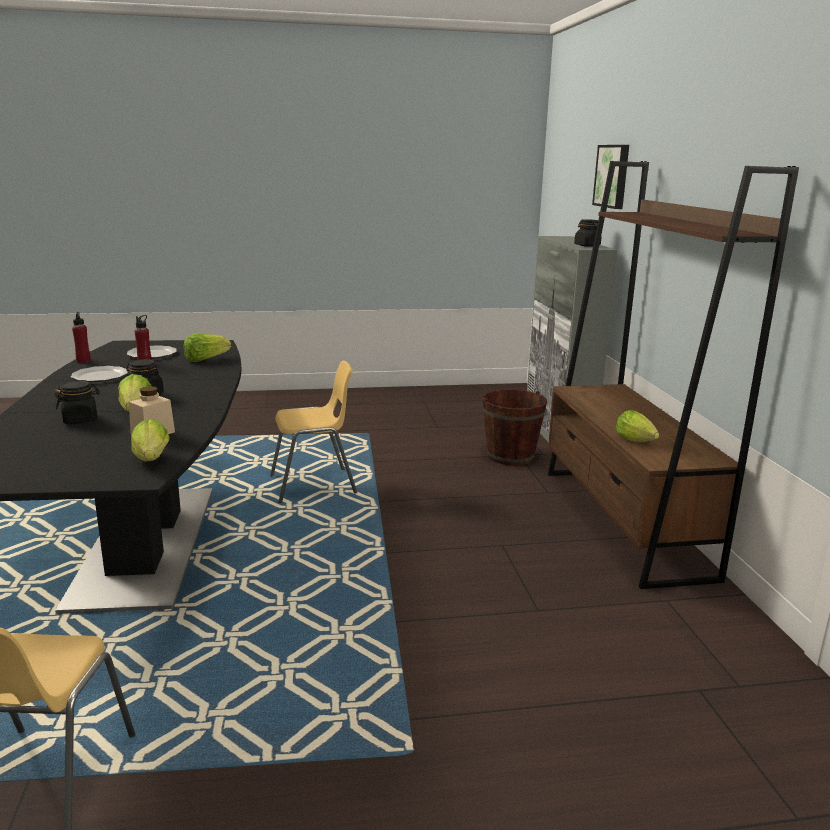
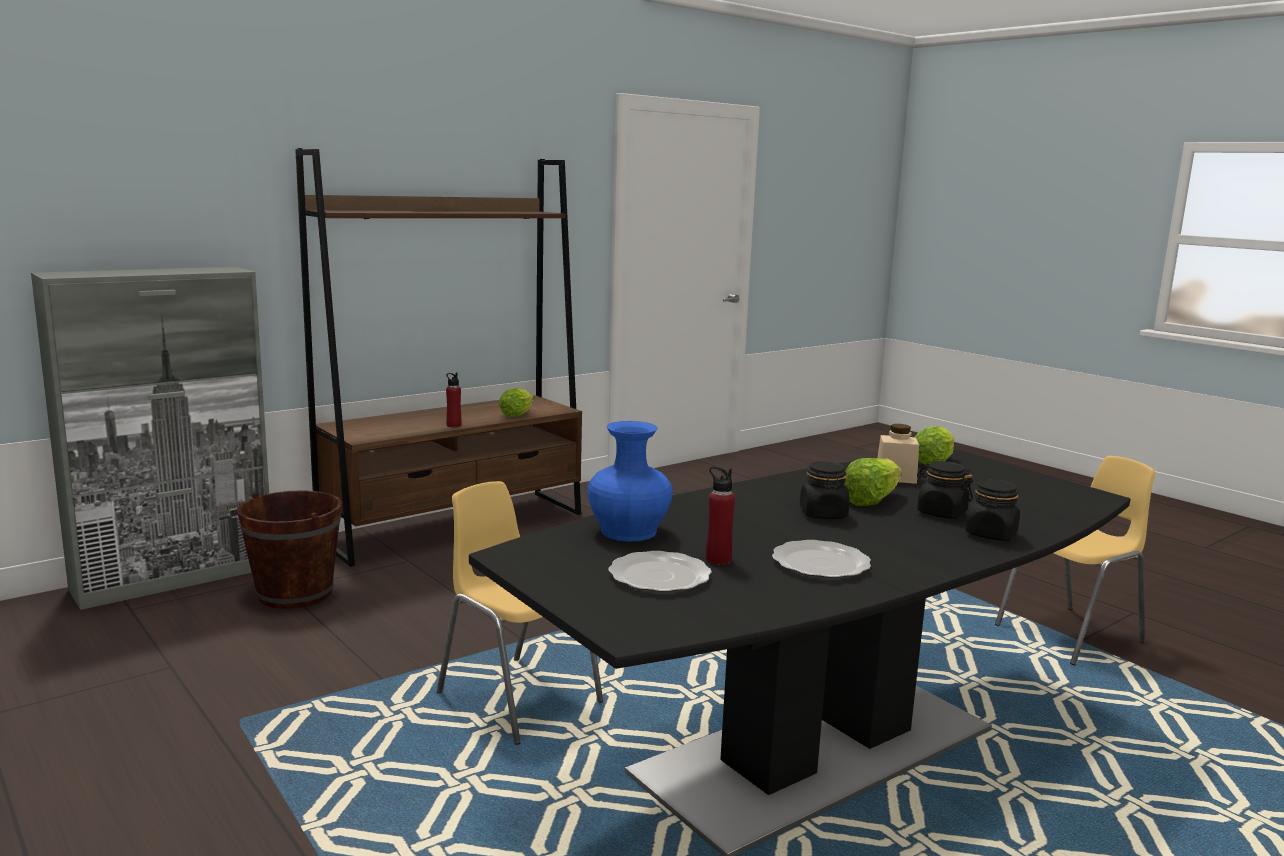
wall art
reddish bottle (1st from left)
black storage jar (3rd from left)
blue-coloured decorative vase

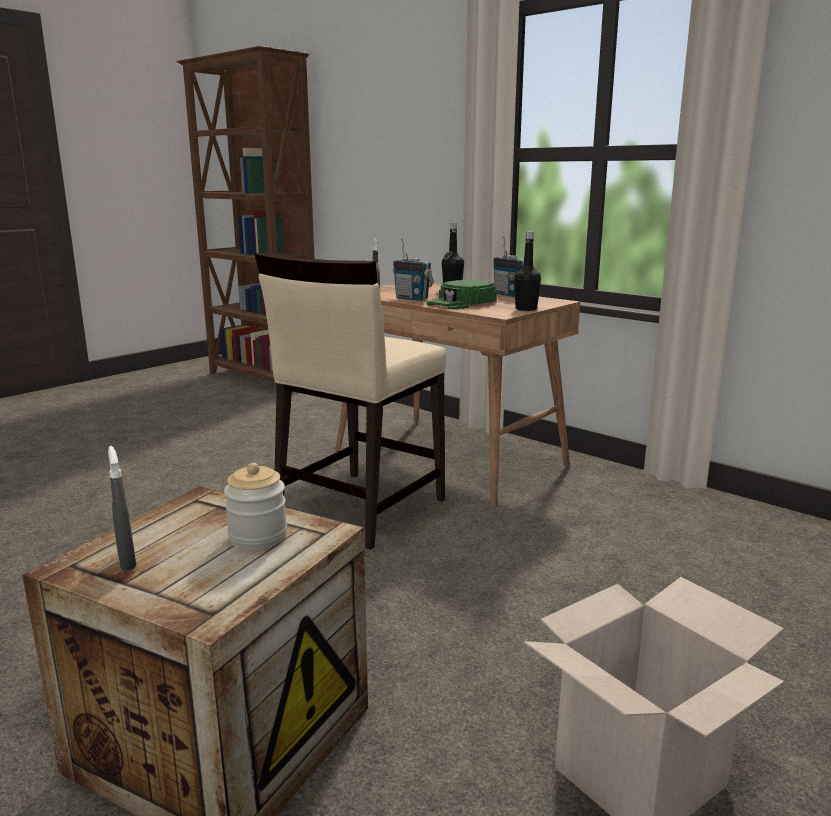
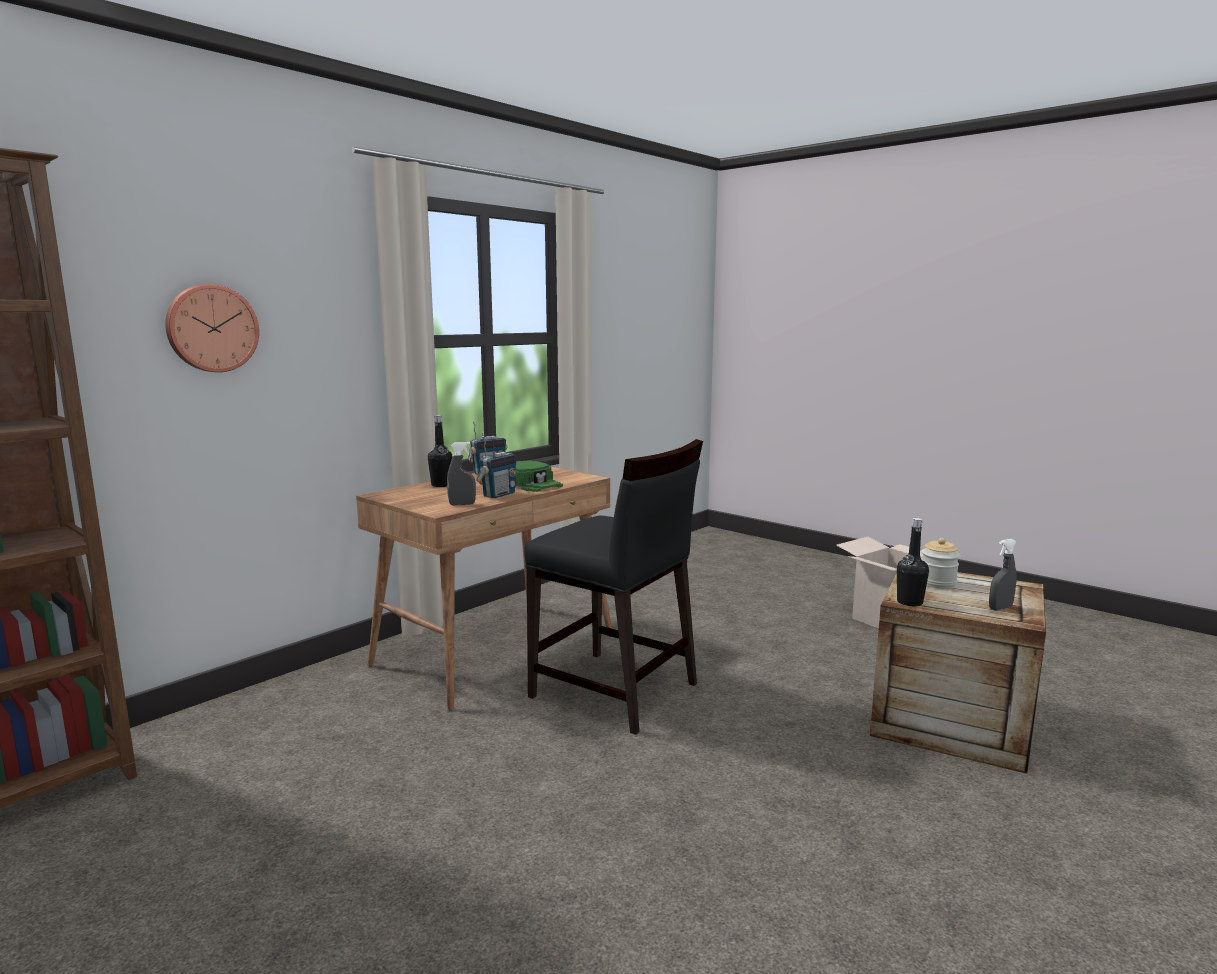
wall clock
black bottle (2nd from left)
black chair

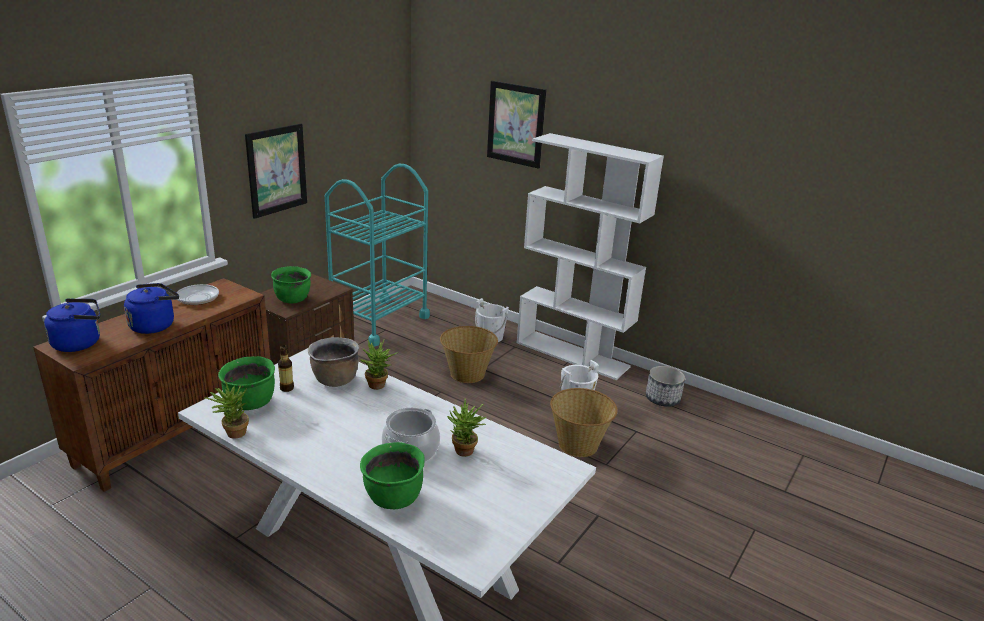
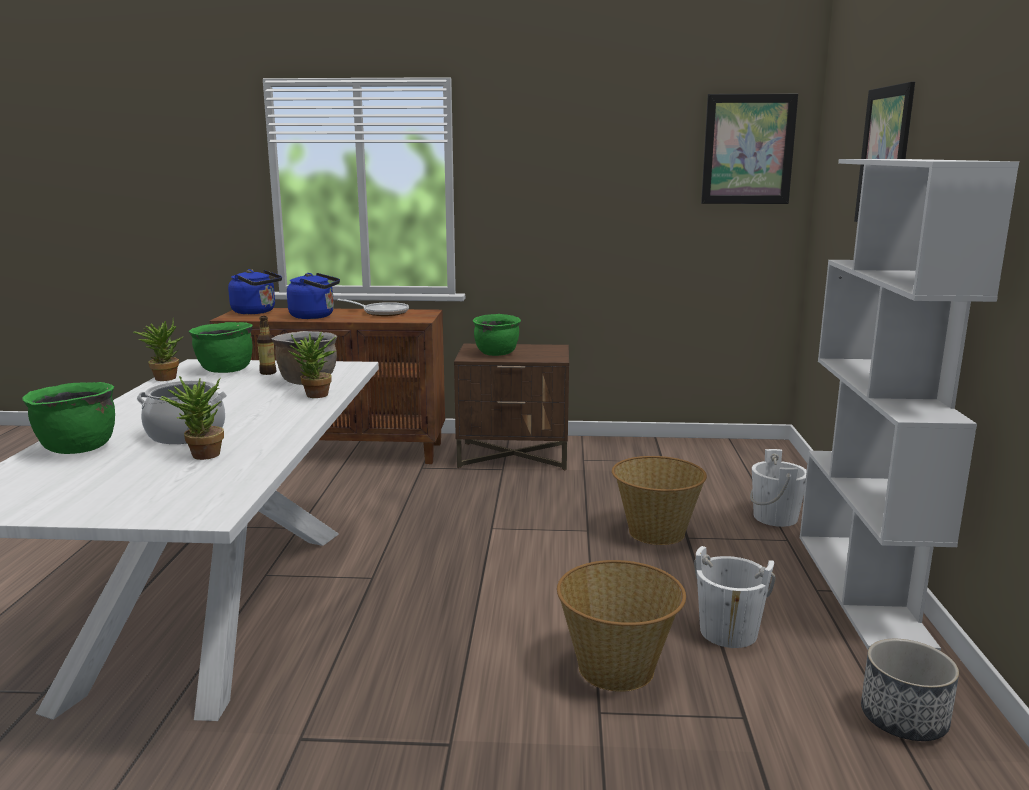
blue-green wheeled cart
wall art (1st from left)

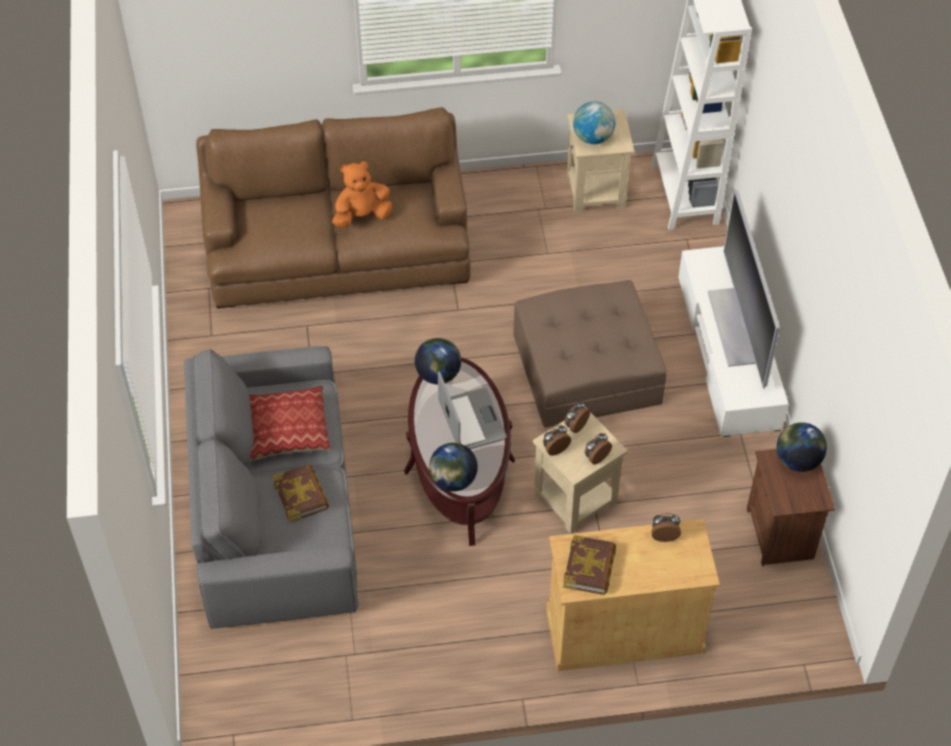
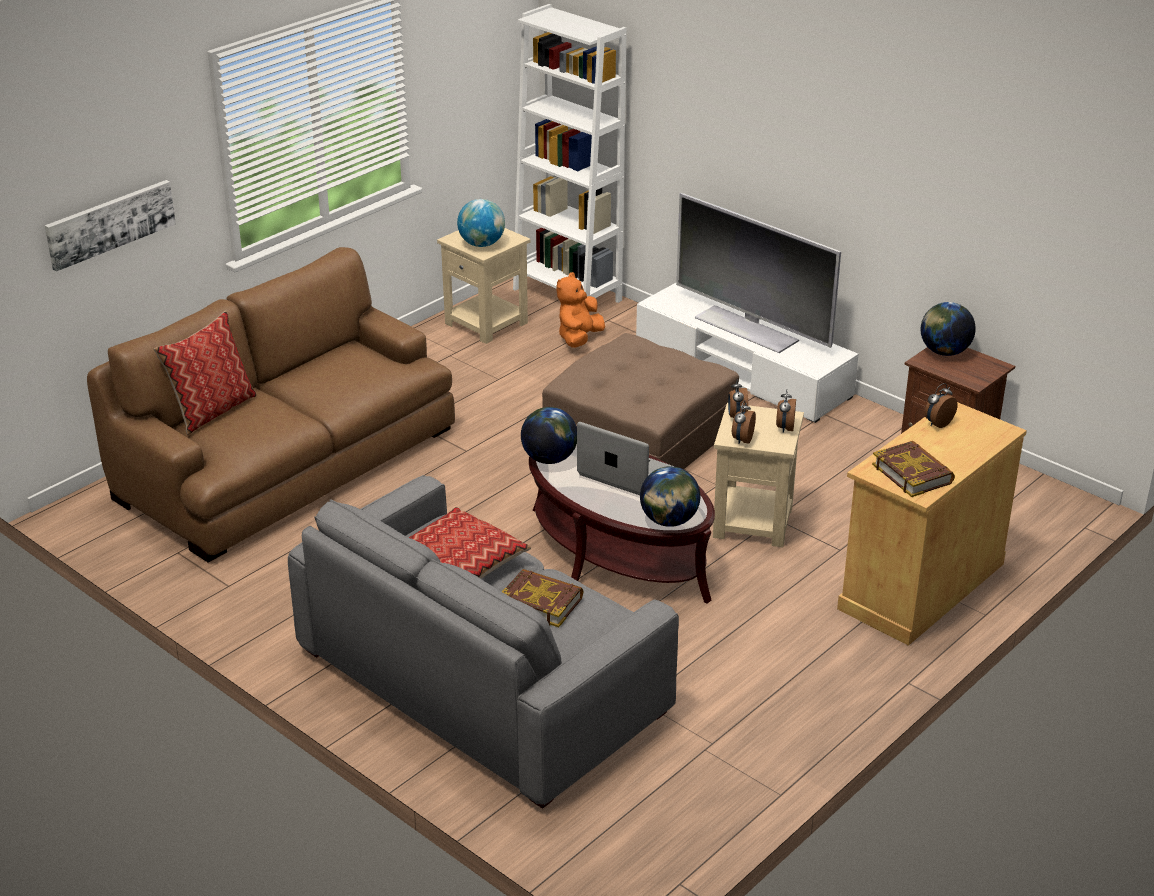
wall art
cushion (1st from left)
orangey plush toy

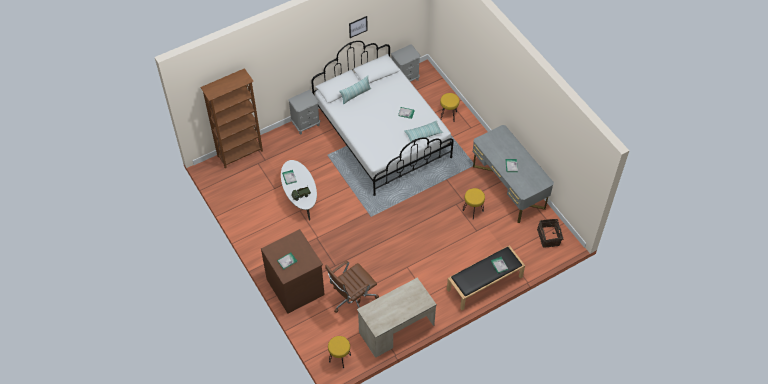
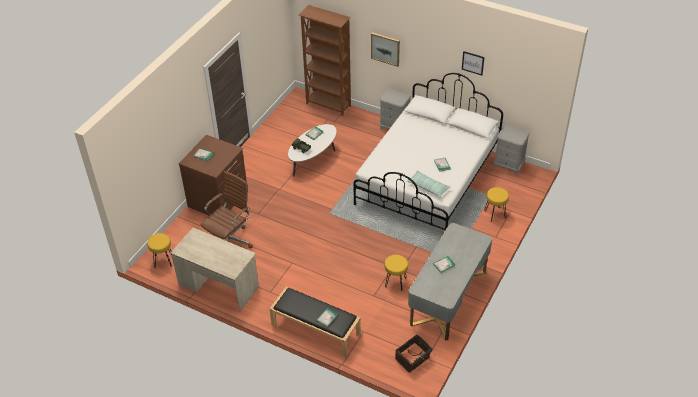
cushion (1st from left in the first image)
wall art (1st from left)
brown desk chair

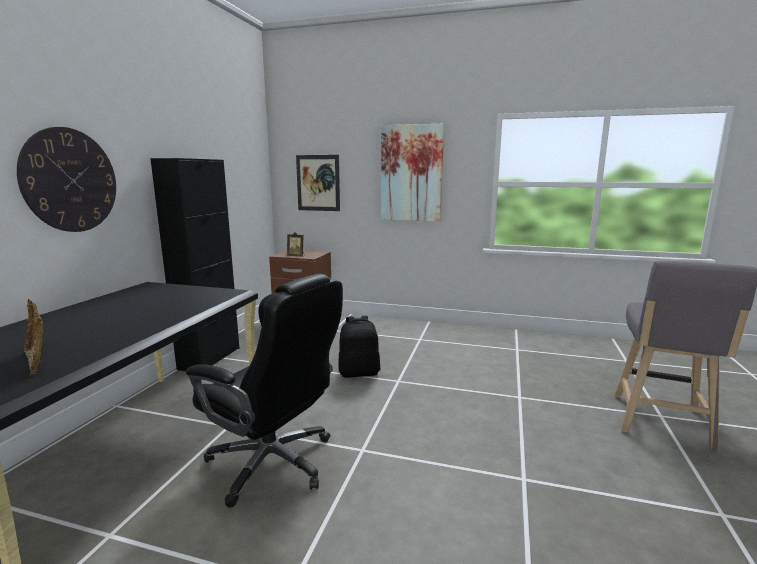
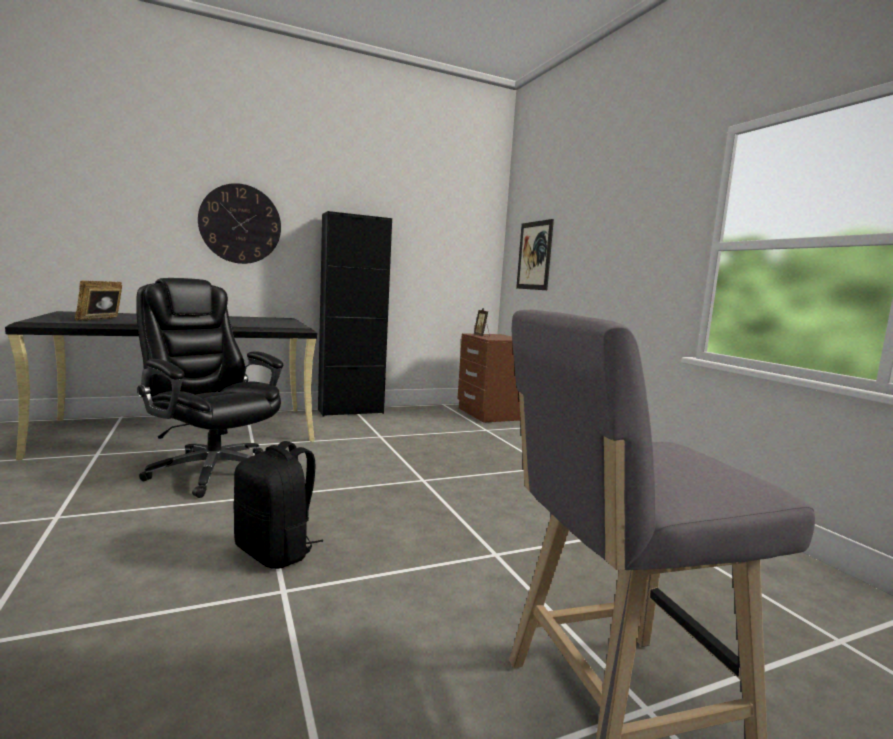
wall art (2nd from left in the first image)
black backpack
black desk chair

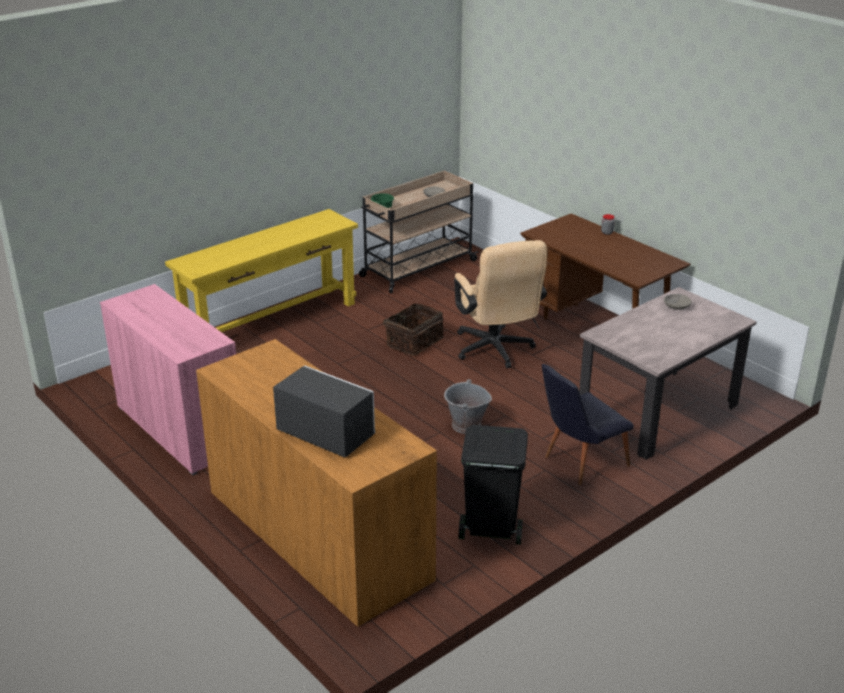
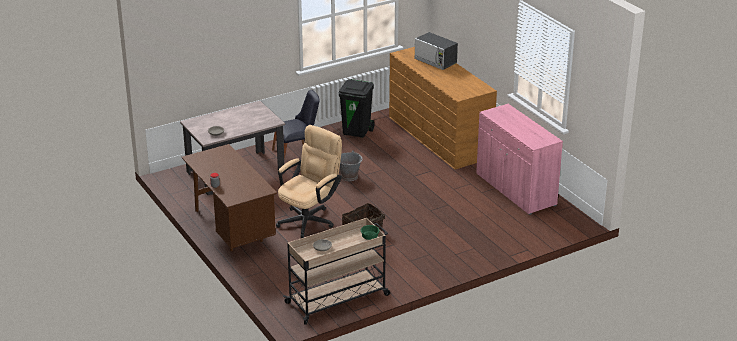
yellow narrow table
beige desk chair

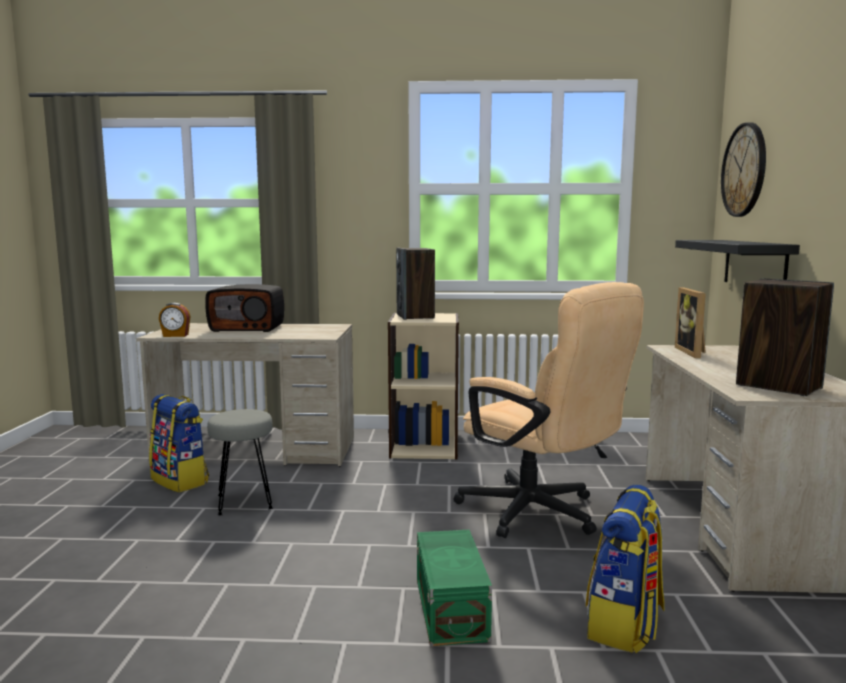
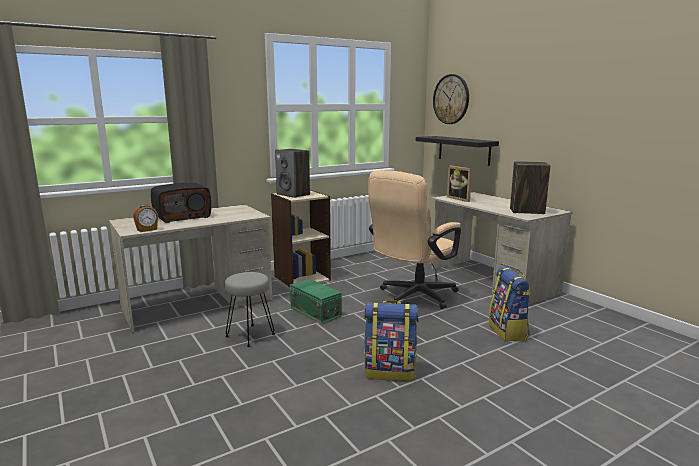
backpack (1st from left)
green storage container
beige desk chair

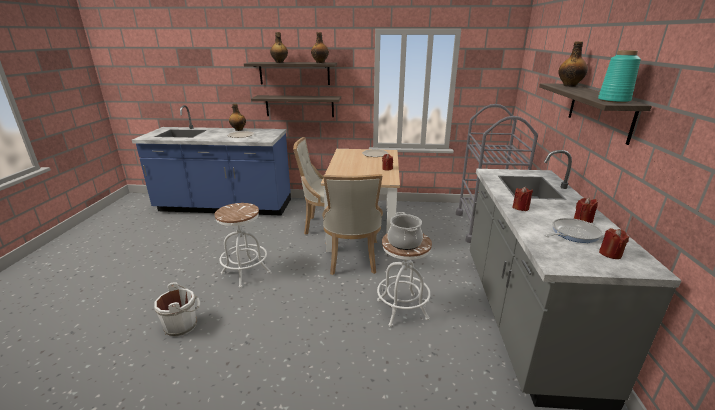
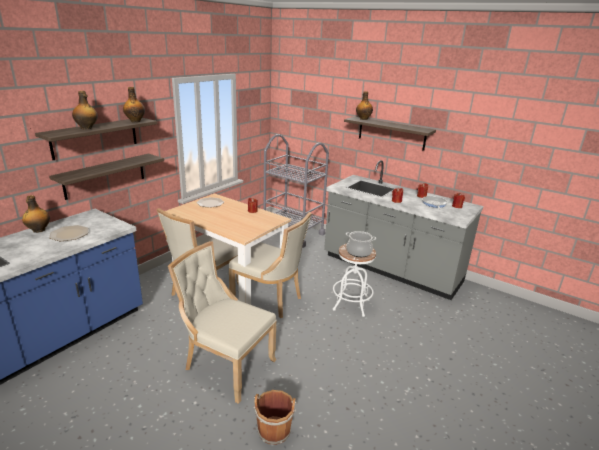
blue-green decorative vase
beige chair (2nd from left)
brown pail

